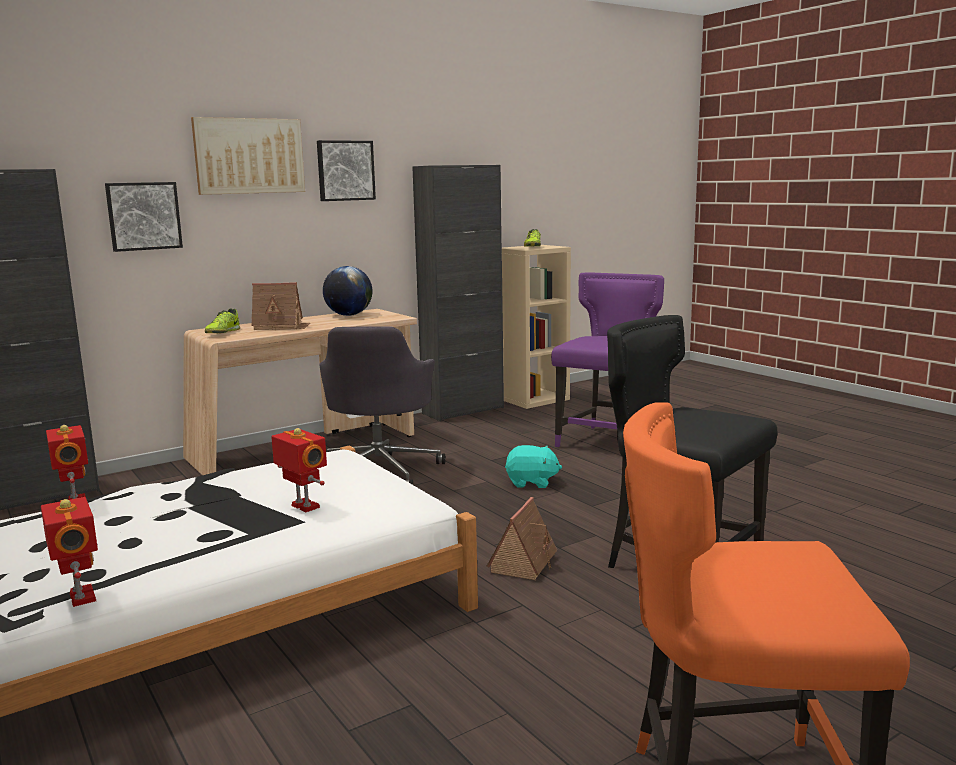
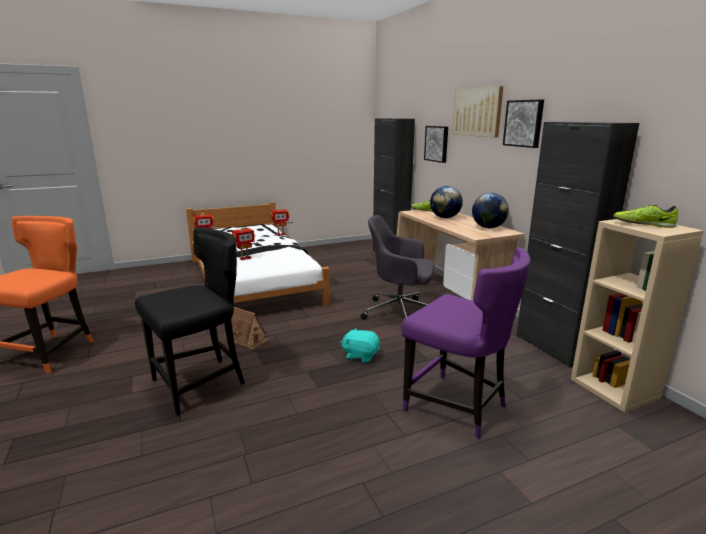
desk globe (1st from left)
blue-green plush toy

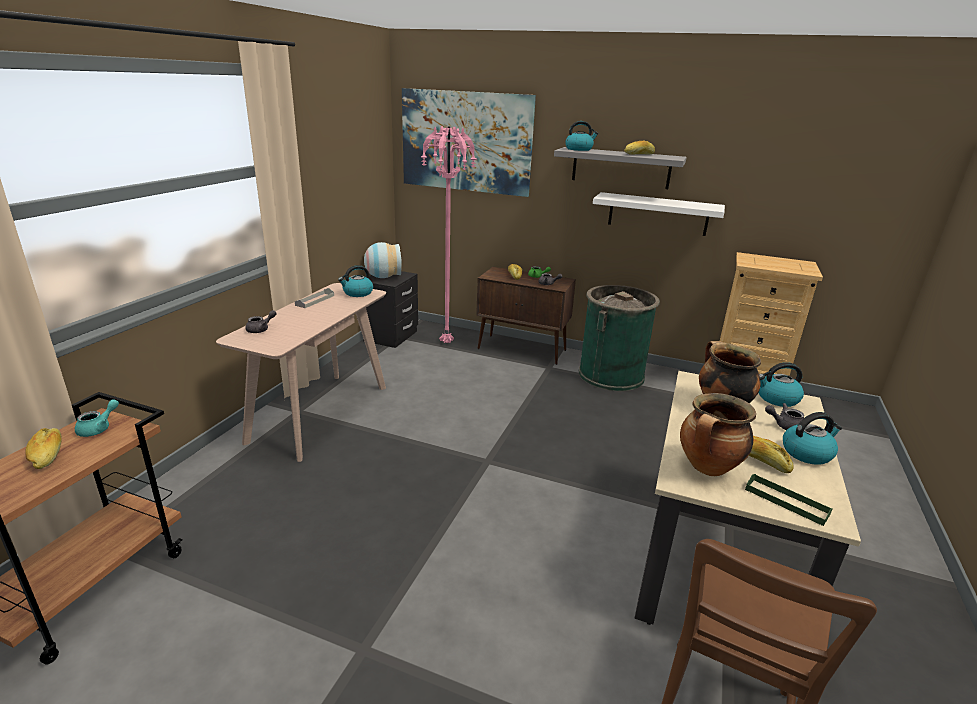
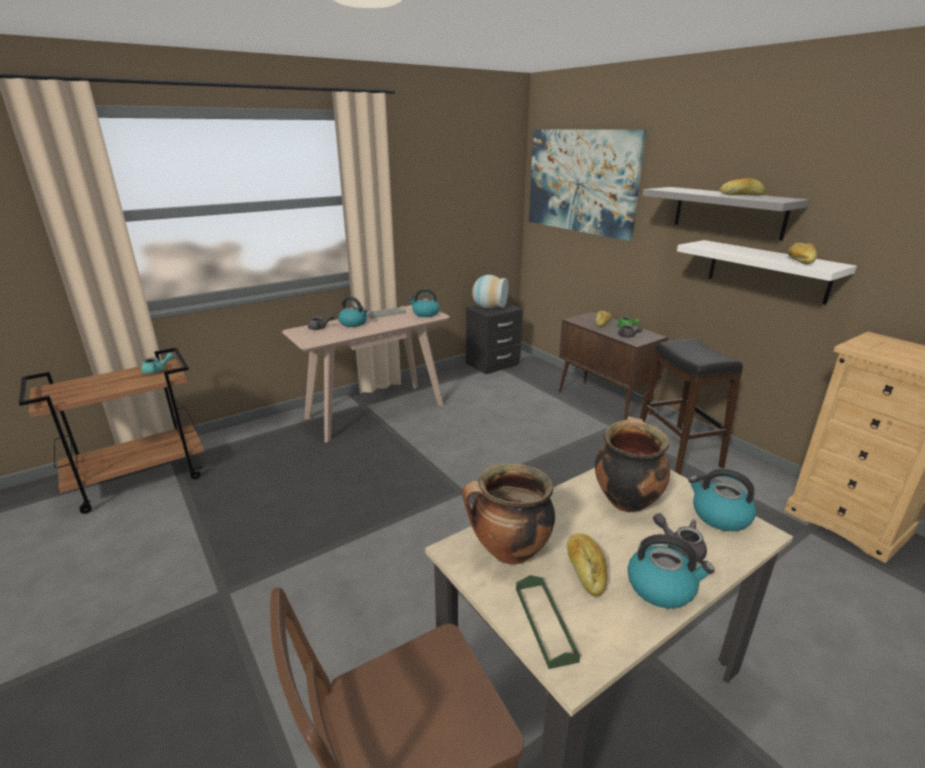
pinkish standing lamp
baked bread (4th from left)
tea kettle (1st from left)
black stool

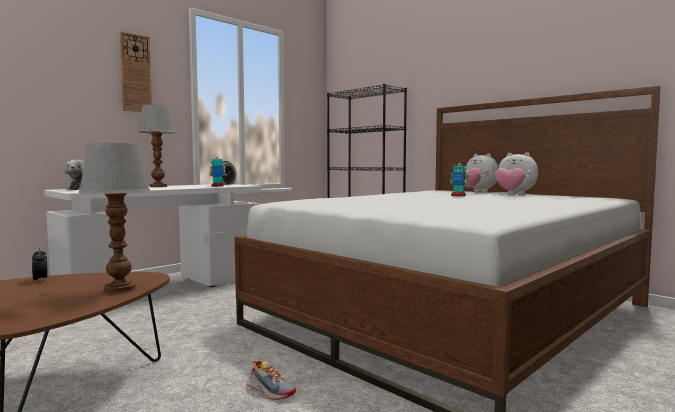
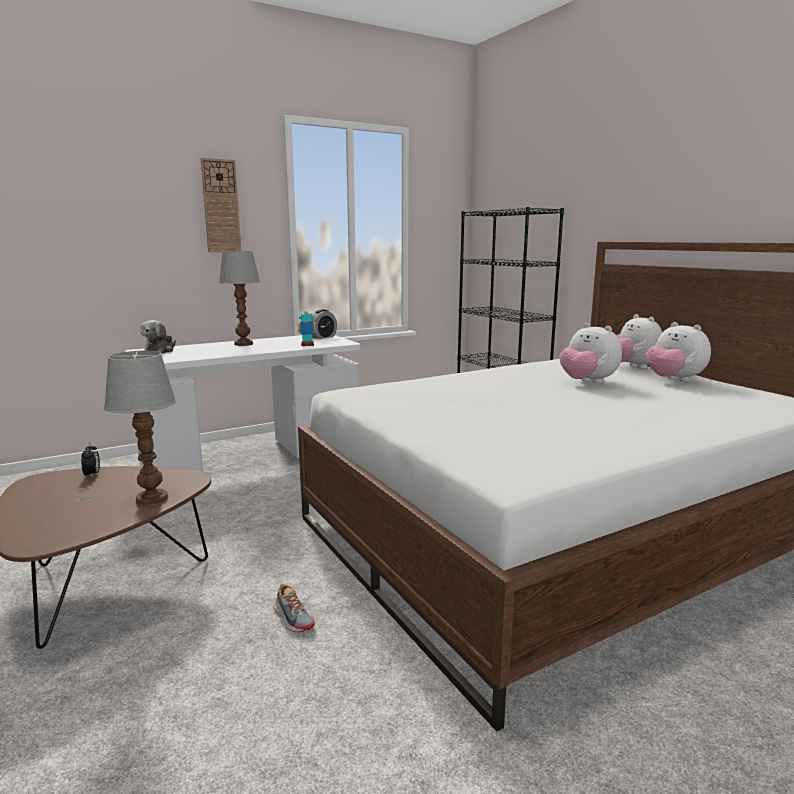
plush toy (2nd from left)

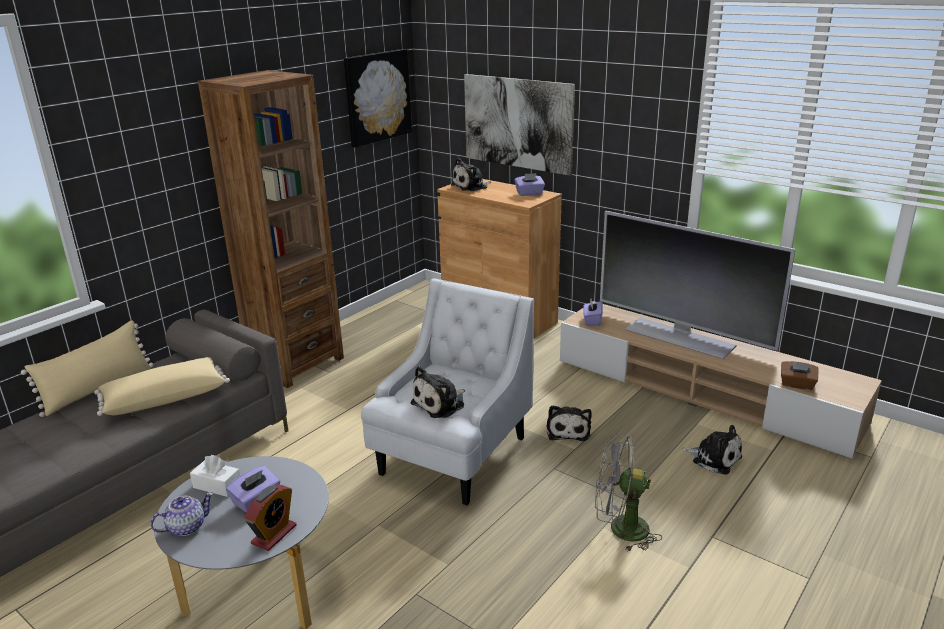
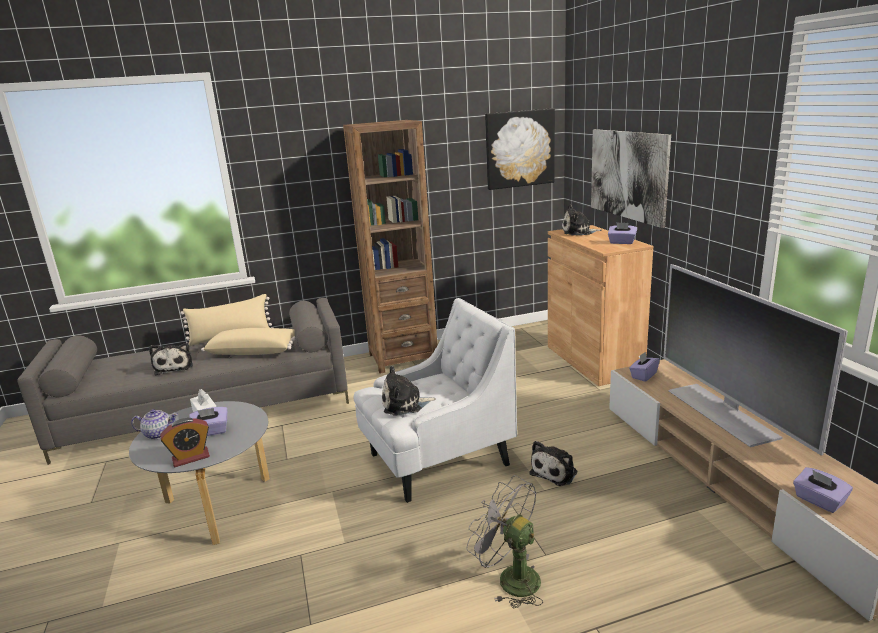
plush toy (1st from left)
purplish tissue holder (4th from left)

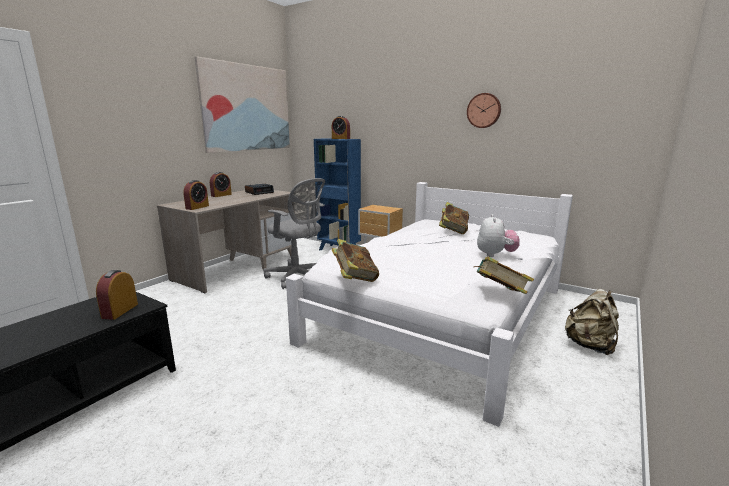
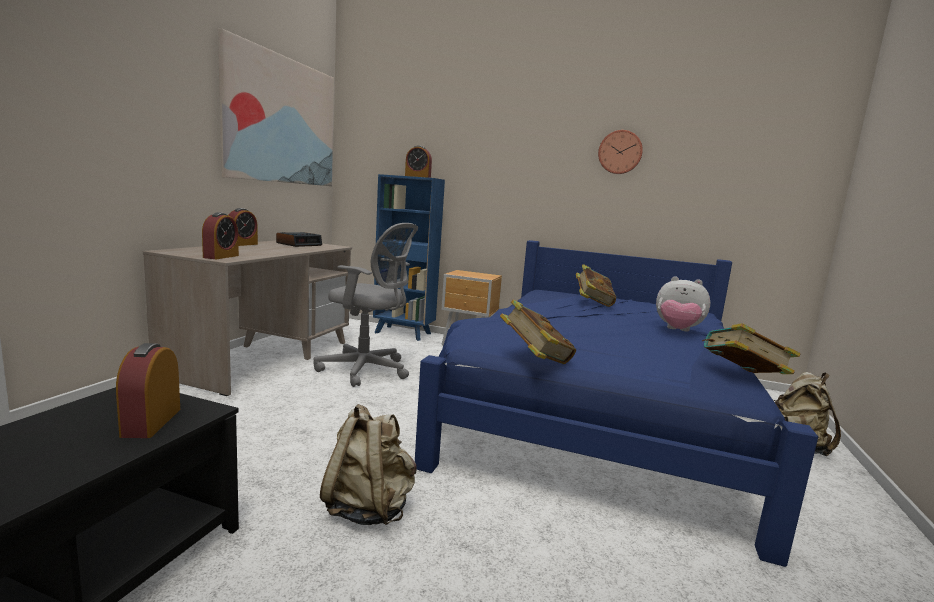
beige backpack (1st from left)
blue-coloured sleeping bed
plush toy

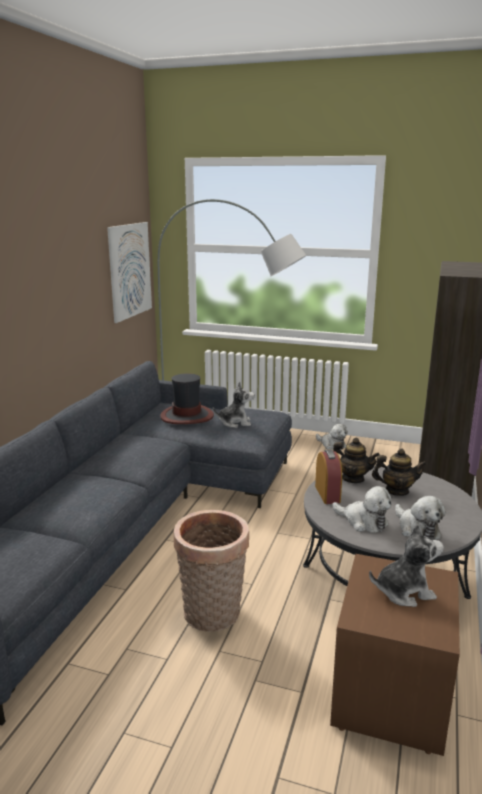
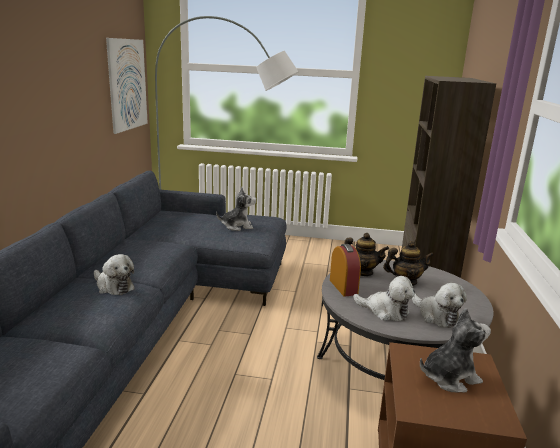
hat
basket
plush toy (1st from left)

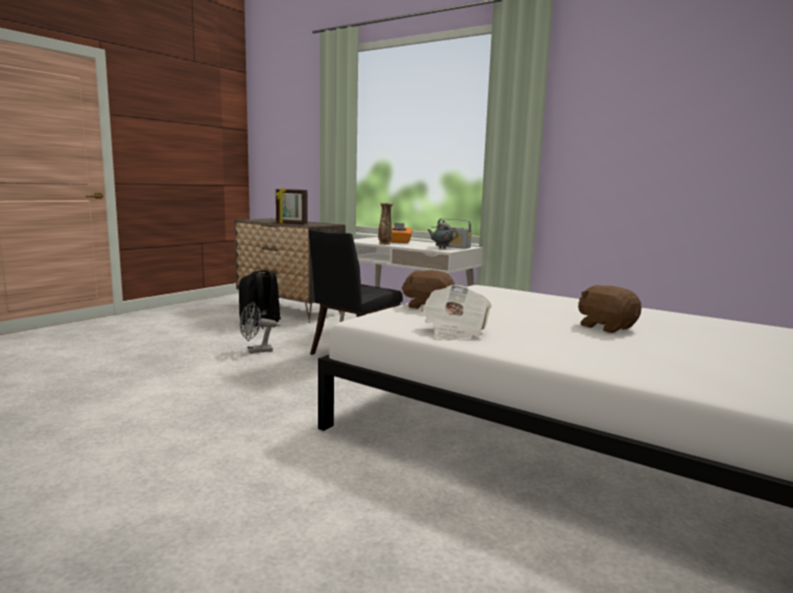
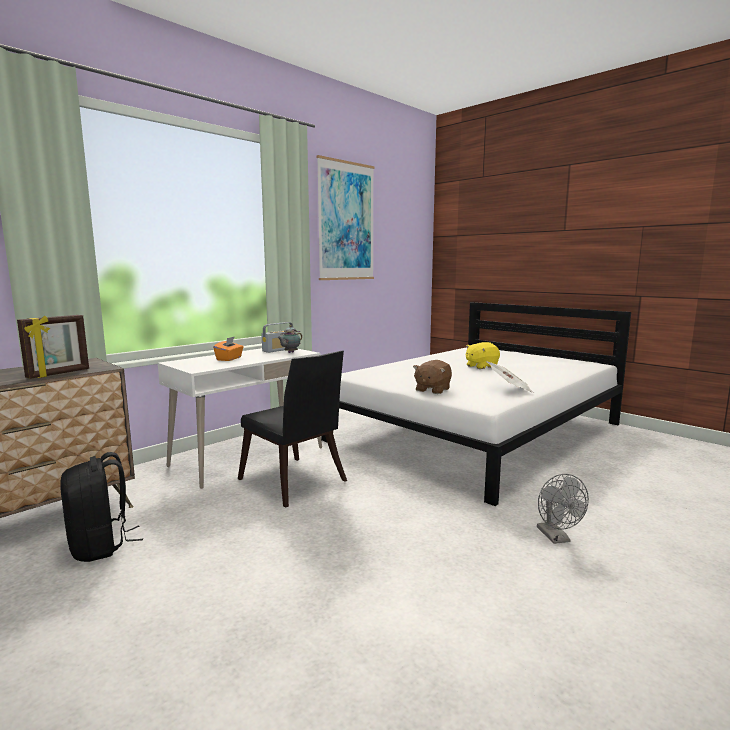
decorative vase
wall art
grey fan
yellow plush toy

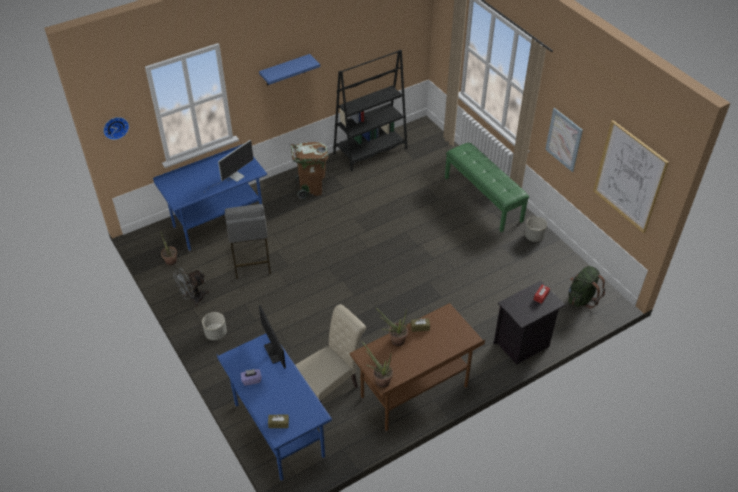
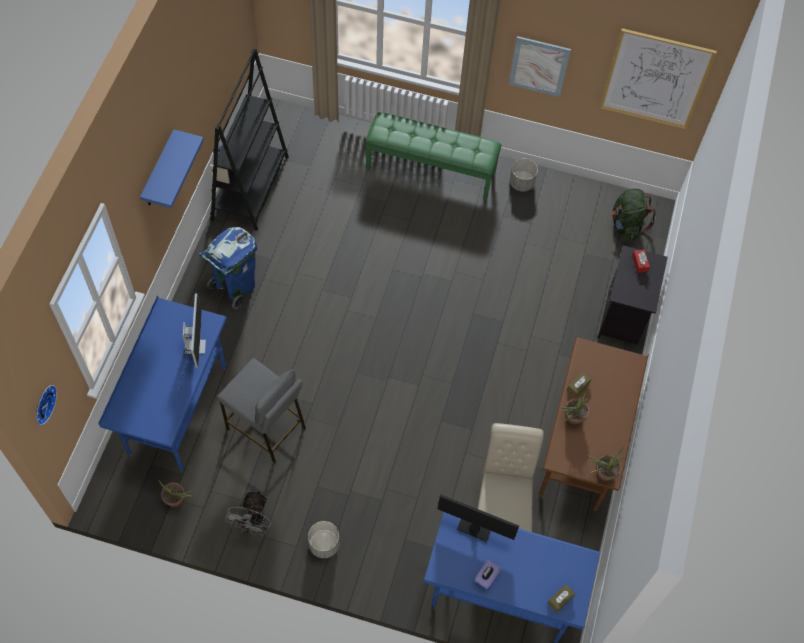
blue-coloured trash can

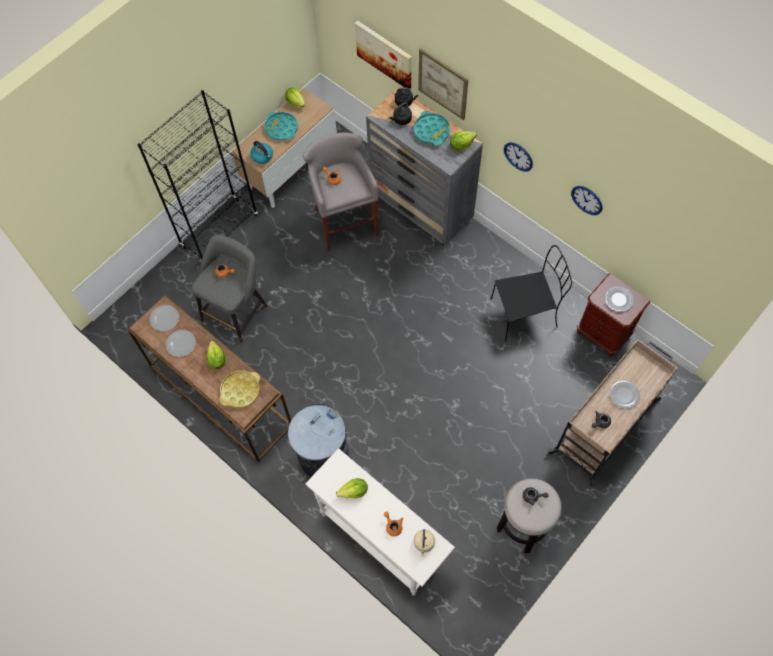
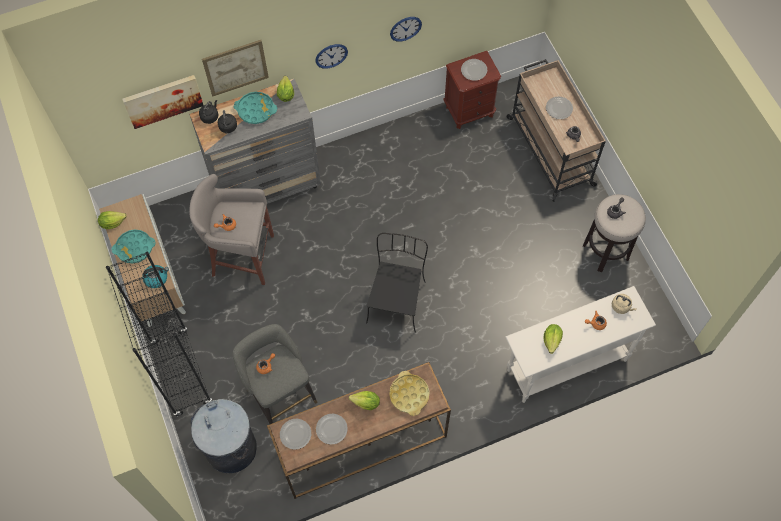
grey trash can
black chair

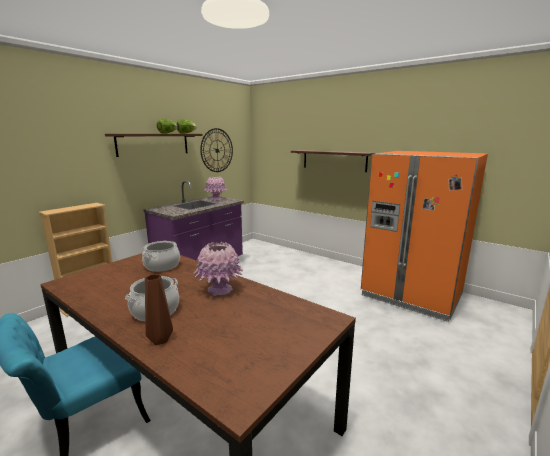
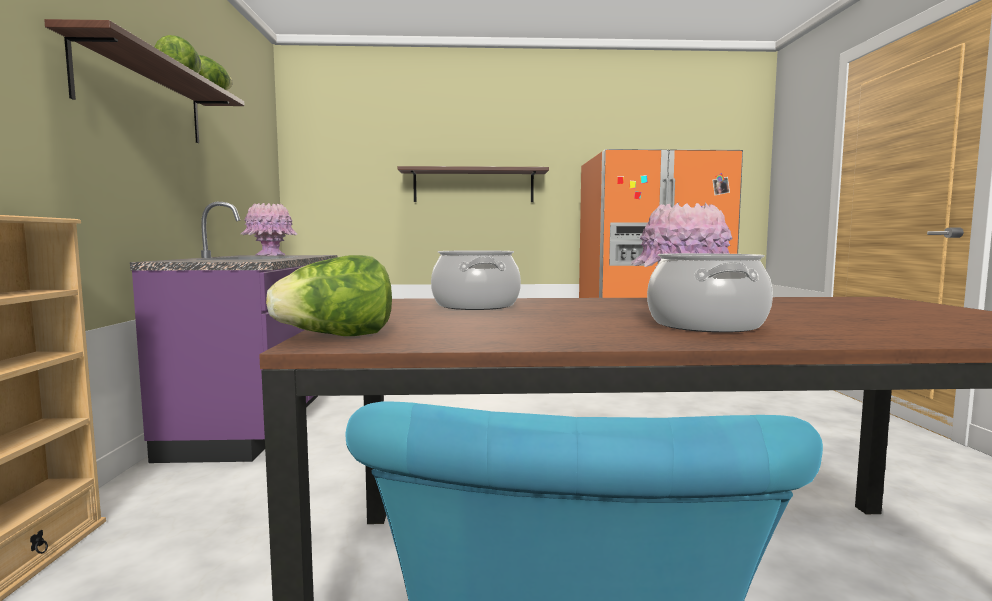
brown decorative vase
wall clock
lettuce (3rd from left)

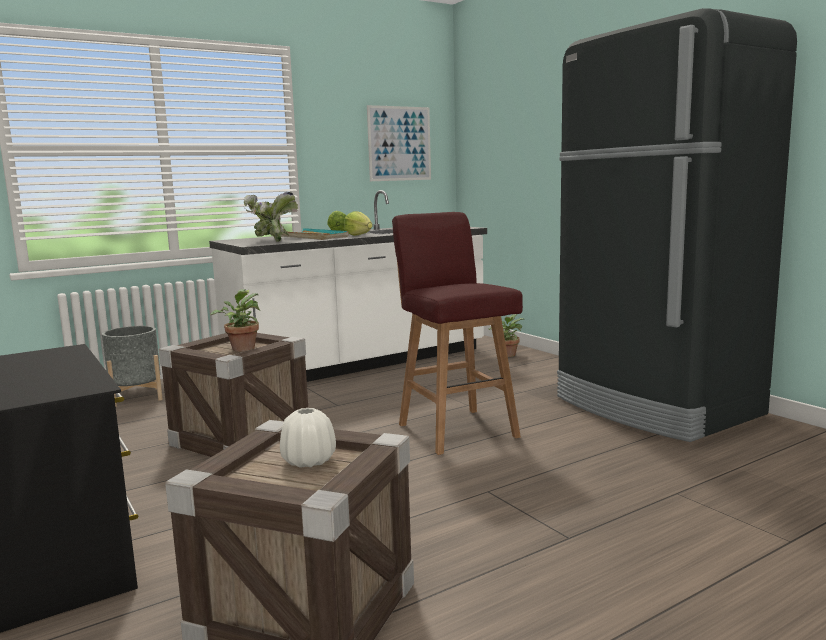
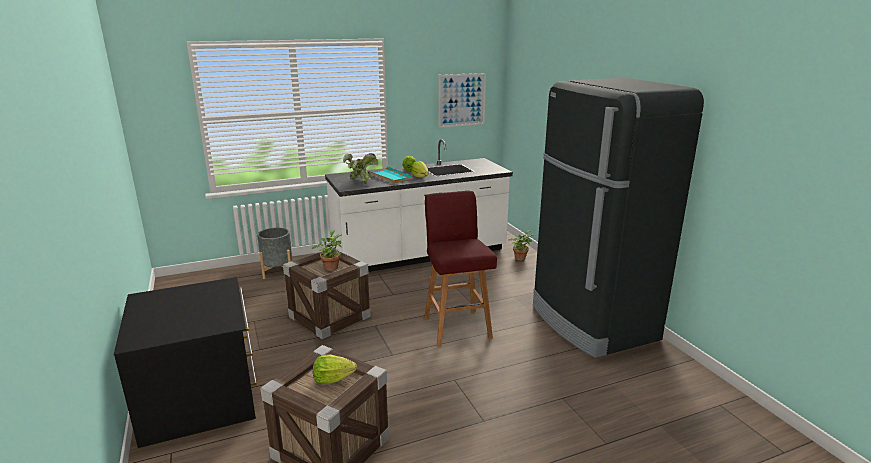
lettuce (1st from left)

